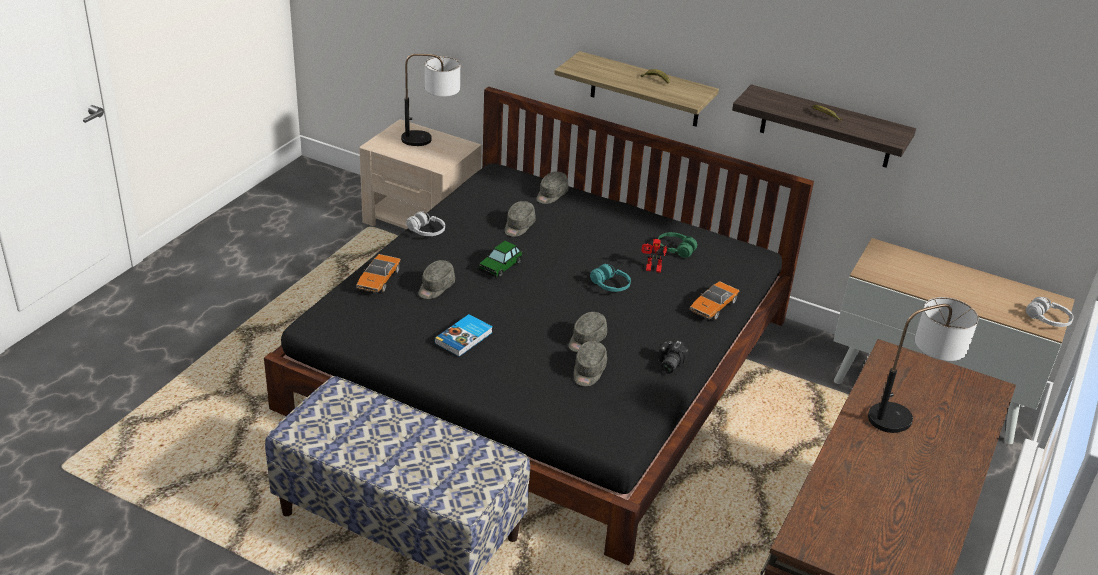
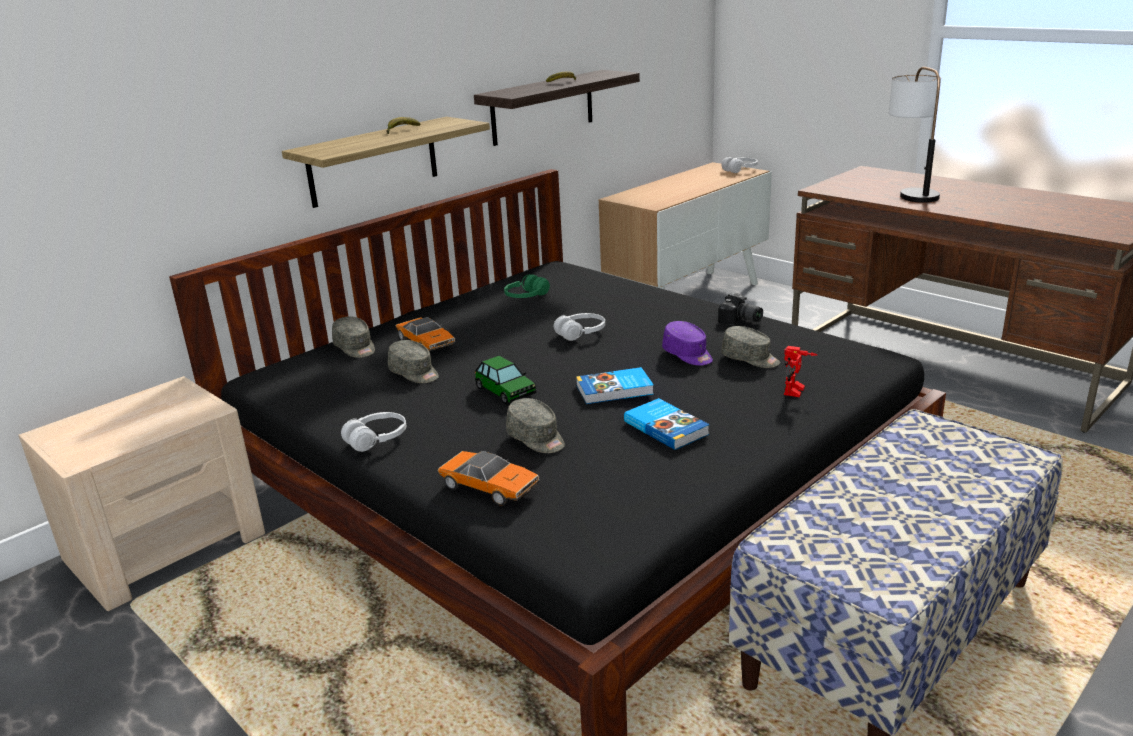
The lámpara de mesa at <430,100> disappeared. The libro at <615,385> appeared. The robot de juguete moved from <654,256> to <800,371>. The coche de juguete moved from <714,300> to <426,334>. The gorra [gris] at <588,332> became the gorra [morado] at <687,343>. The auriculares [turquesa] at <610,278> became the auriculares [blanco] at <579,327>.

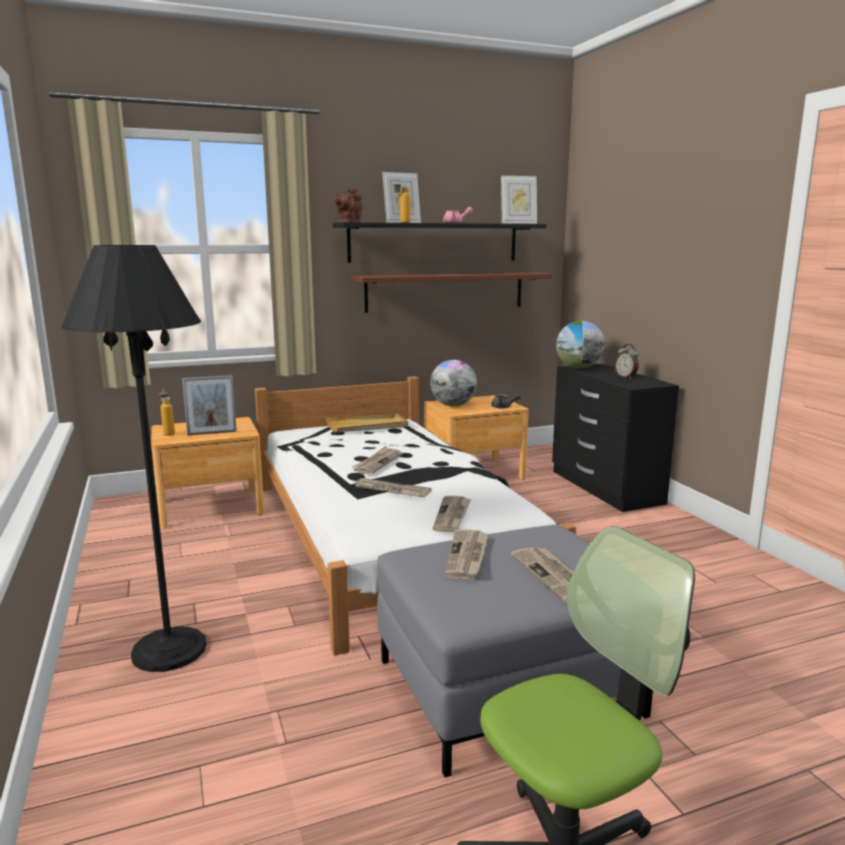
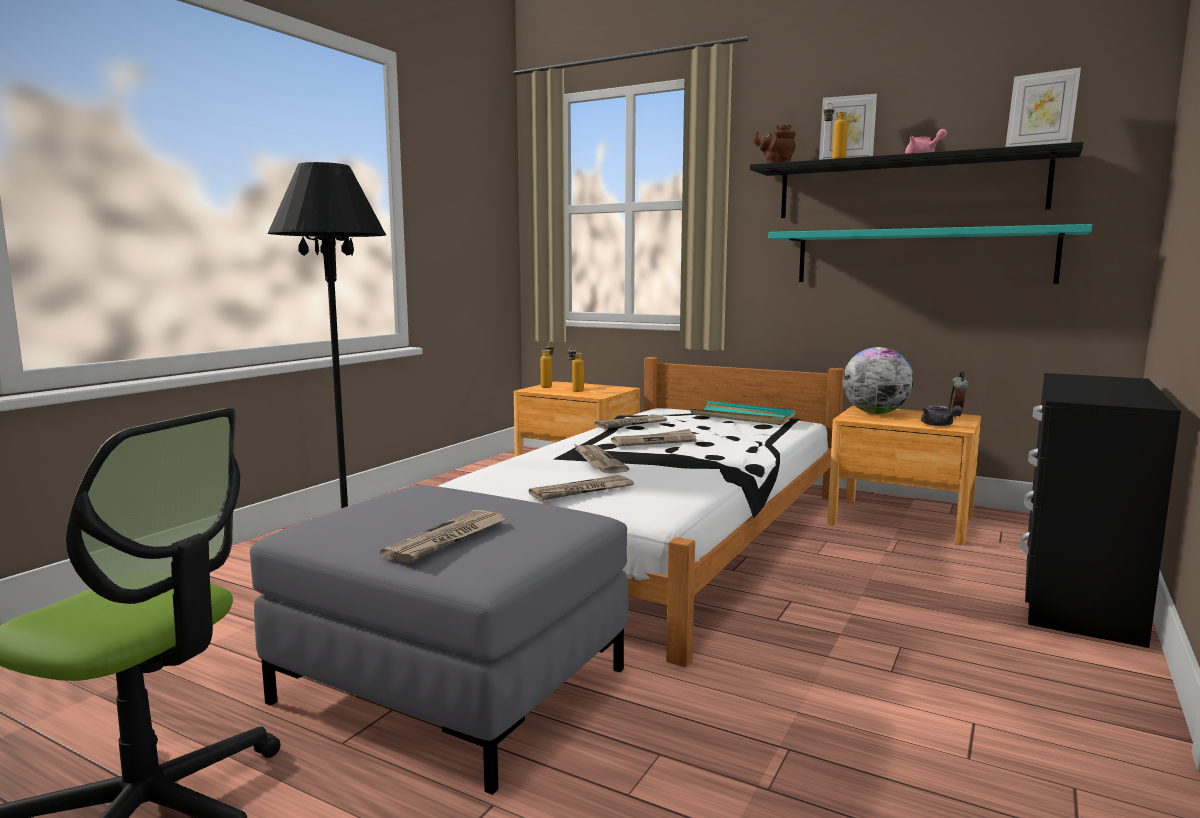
The globo terráqueo at <580,345> disappeared. The periódico moved from <467,554> to <630,422>. The despertador moved from <626,361> to <959,394>. The portarretratos at <209,405> was replaced by the botella at <576,368>. The bandeja [beis] at <367,422> became the bandeja [turquesa] at <742,413>. The estante [marrón] at <451,292> became the estante [turquesa] at <930,254>.

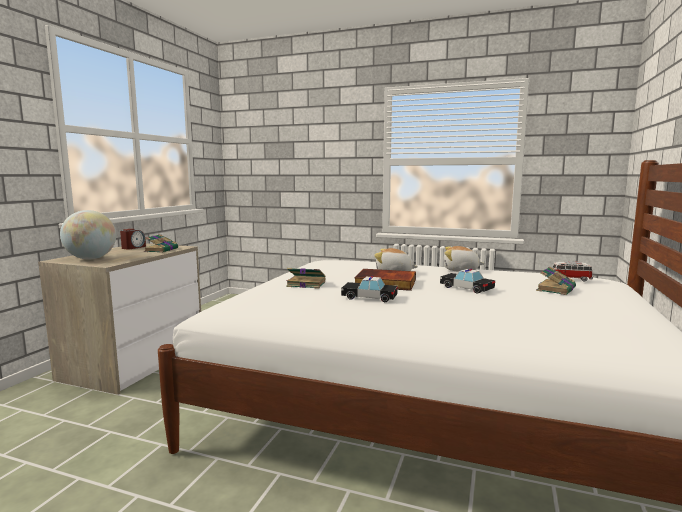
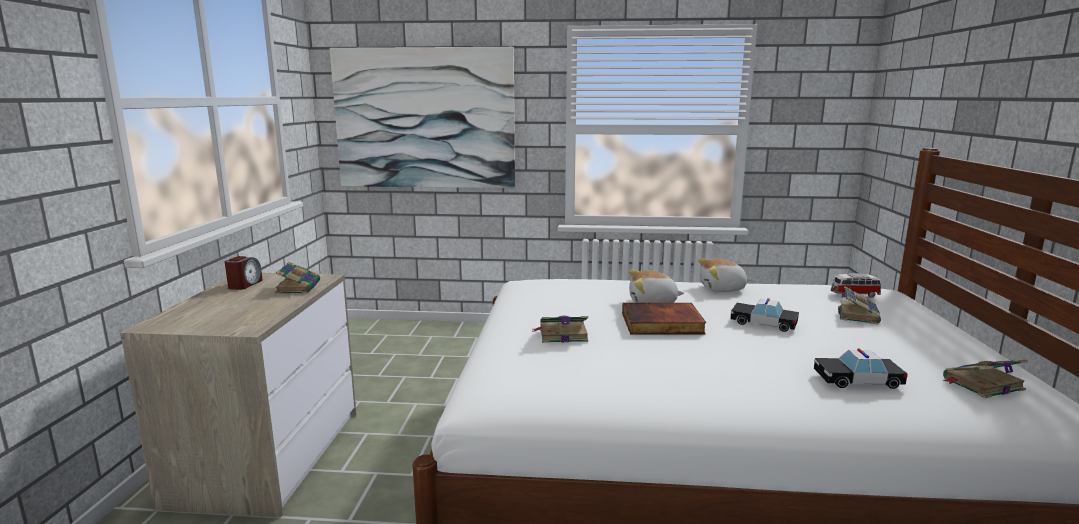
The globo terráqueo at <88,234> disappeared. The cuadro at <422,117> appeared. The libro at <985,379> appeared. The coche de juguete moved from <369,289> to <861,368>.

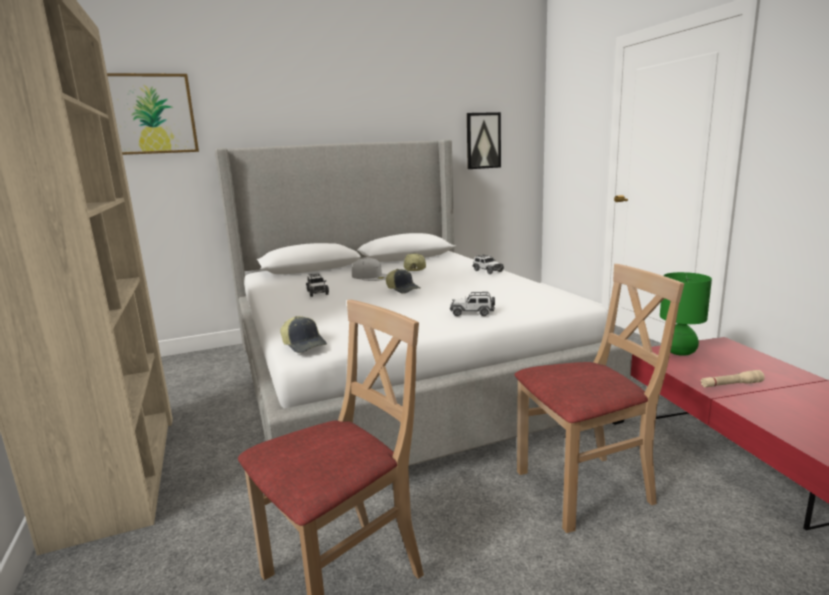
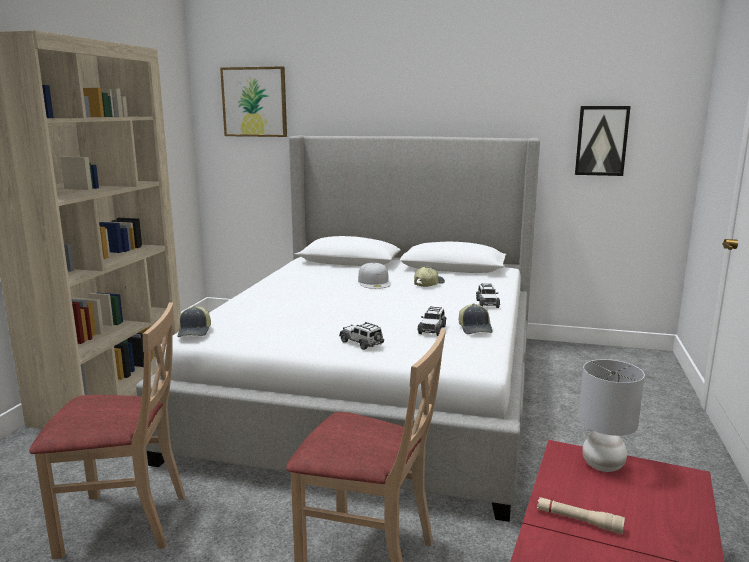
The coche de juguete moved from <317,285> to <431,321>. The gorra moved from <403,281> to <476,318>. The lámpara de mesa [verde] at <686,314> became the lámpara de mesa [gris] at <611,415>.

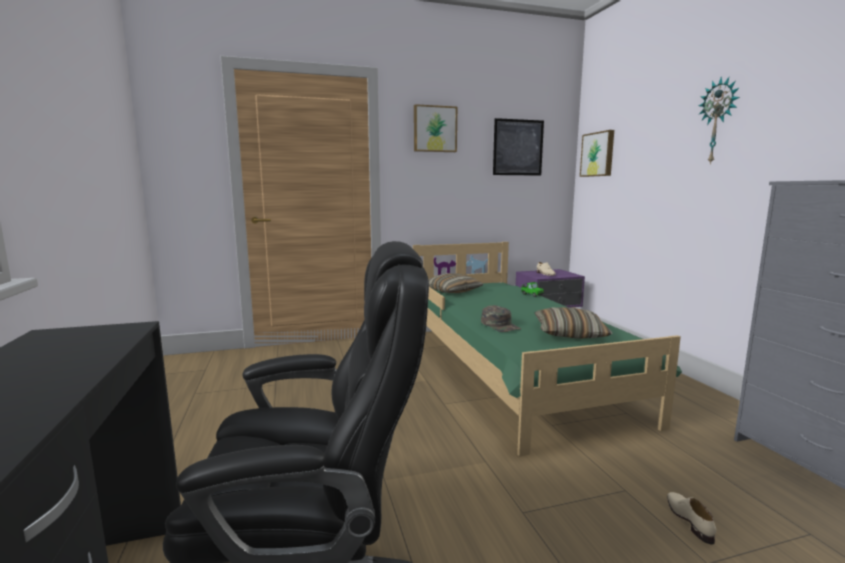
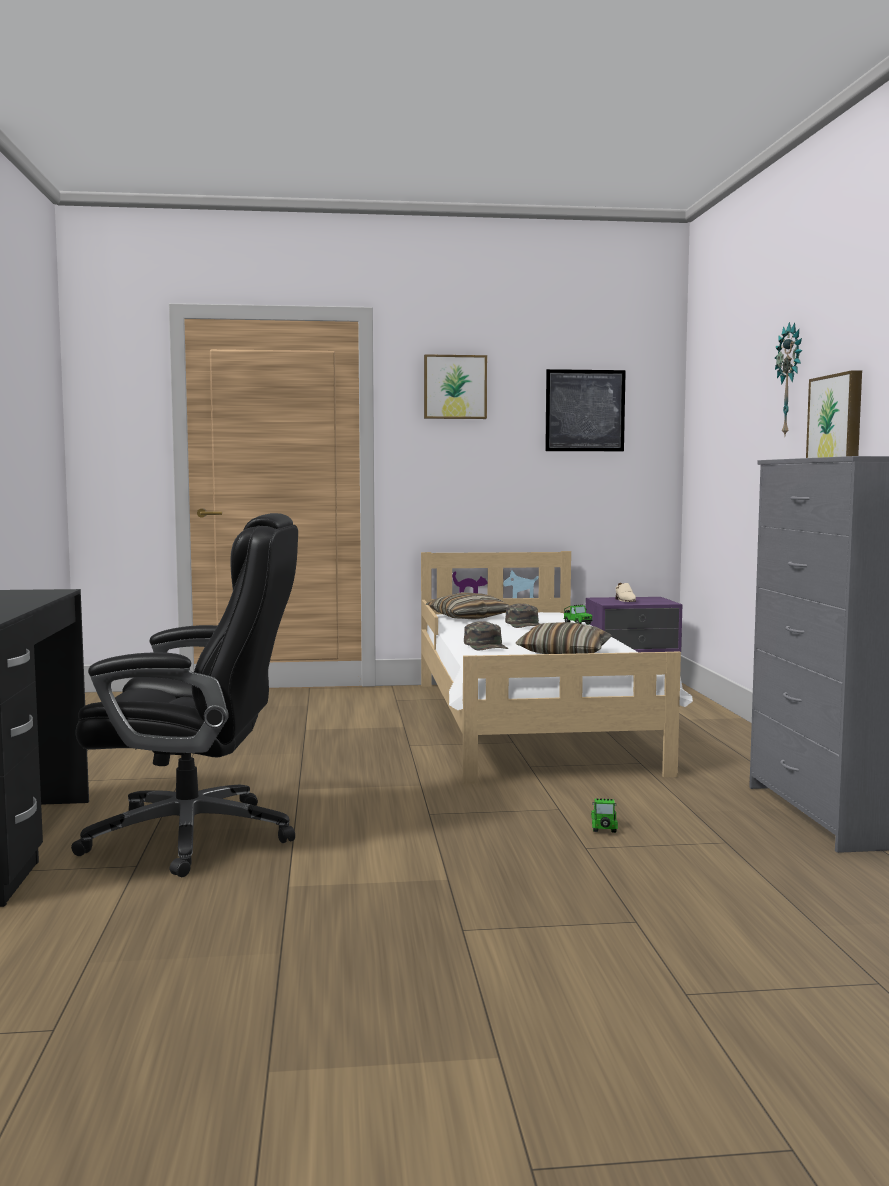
The gorra [verde] at <522,615> appeared. The cuadro moved from <597,153> to <834,414>. The zapato [beis] at <691,518> was replaced by the coche de juguete at <604,815>. The cama [verde] at <547,349> became the cama [blanco] at <557,667>.

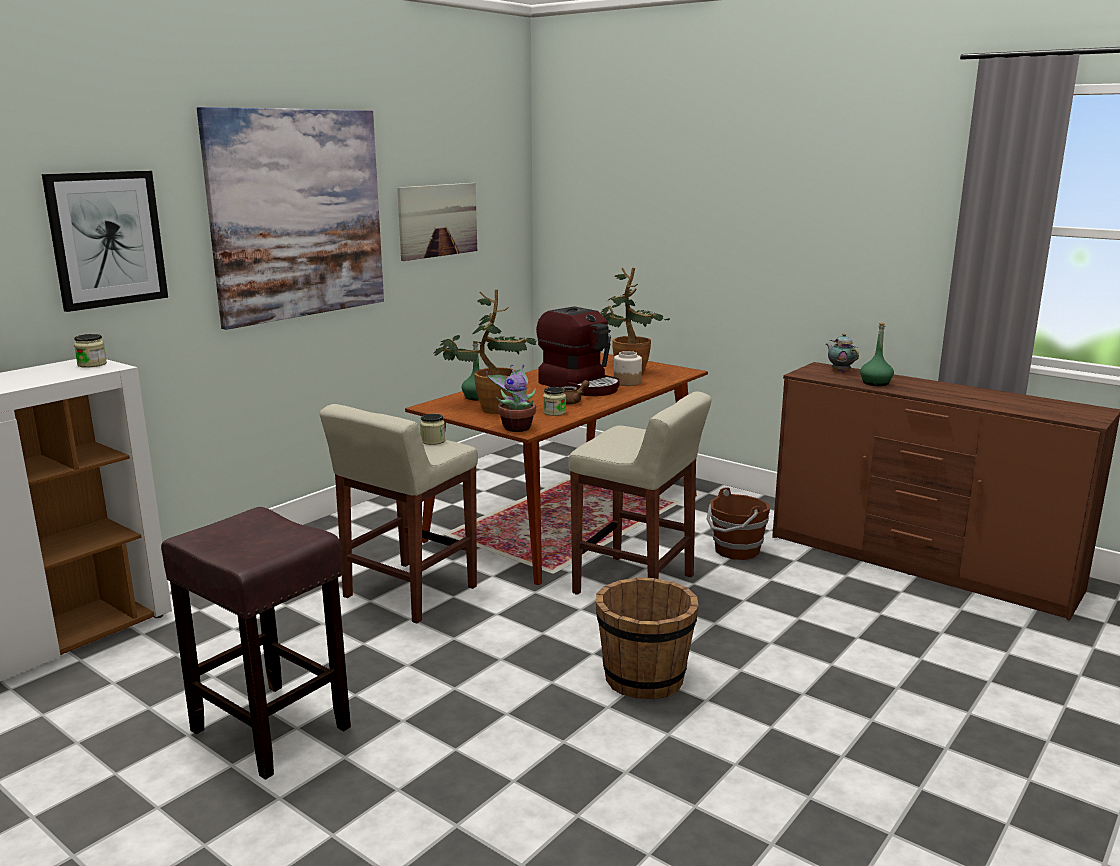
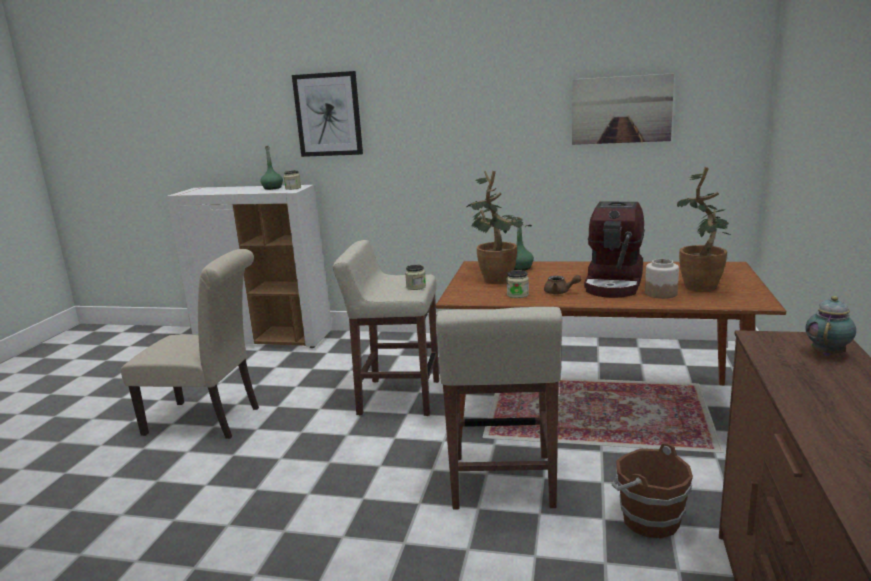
The cuadro at <290,218> disappeared. The planta en maceta at <511,398> disappeared. The cubo [marrón] at <647,638> disappeared. The botella [verde] moved from <877,354> to <271,168>. The taburete [marrón] at <256,643> was replaced by the silla [beis] at <190,344>.

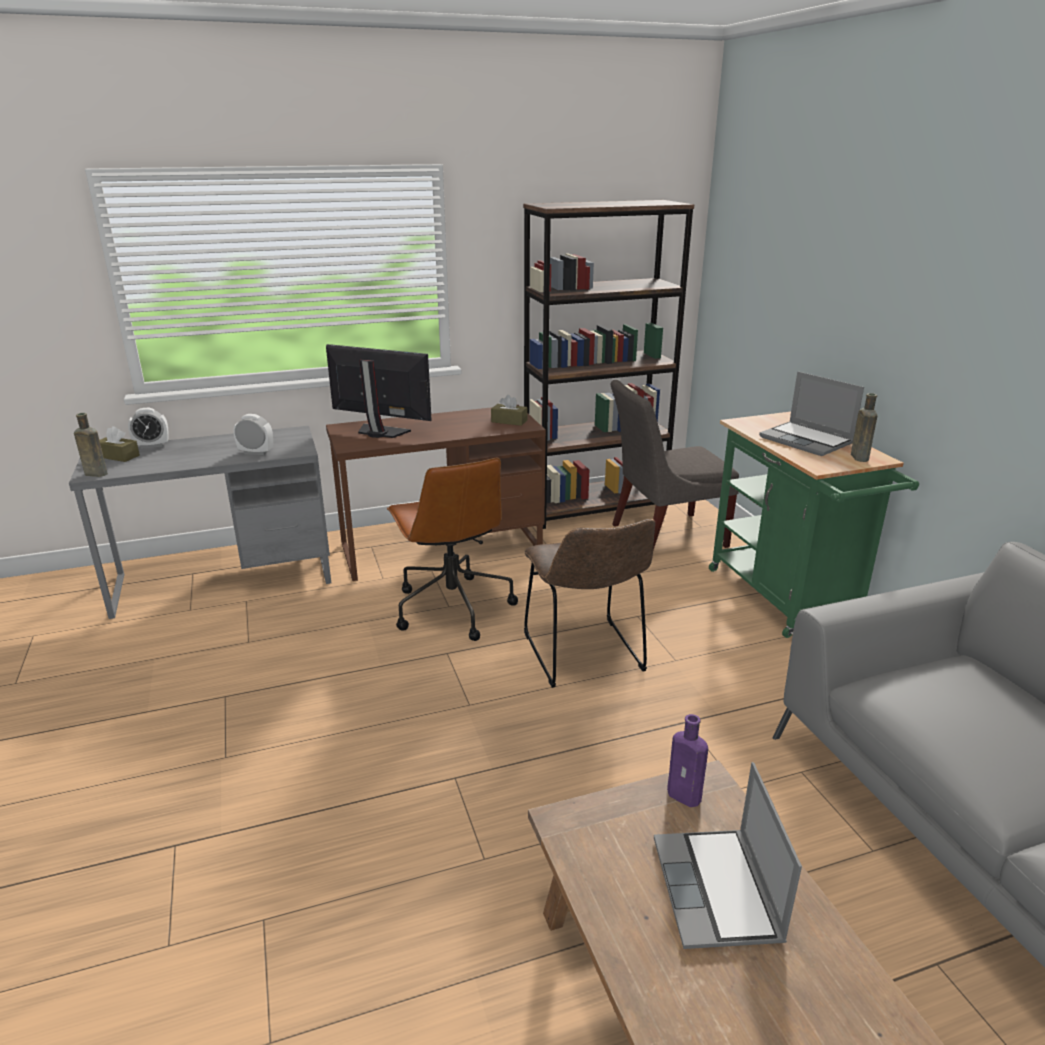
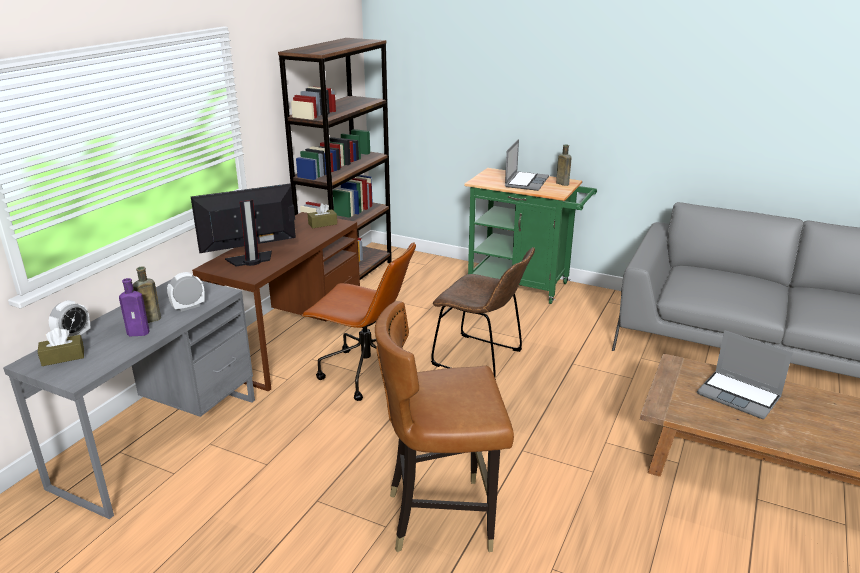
The silla [gris] at <675,465> disappeared. The silla [marrón] at <444,426> appeared. The botella [marrón] moved from <91,445> to <147,294>. The botella [morado] moved from <687,760> to <134,307>. The portátil at <811,413> turned 75 degrees counterclockwise.

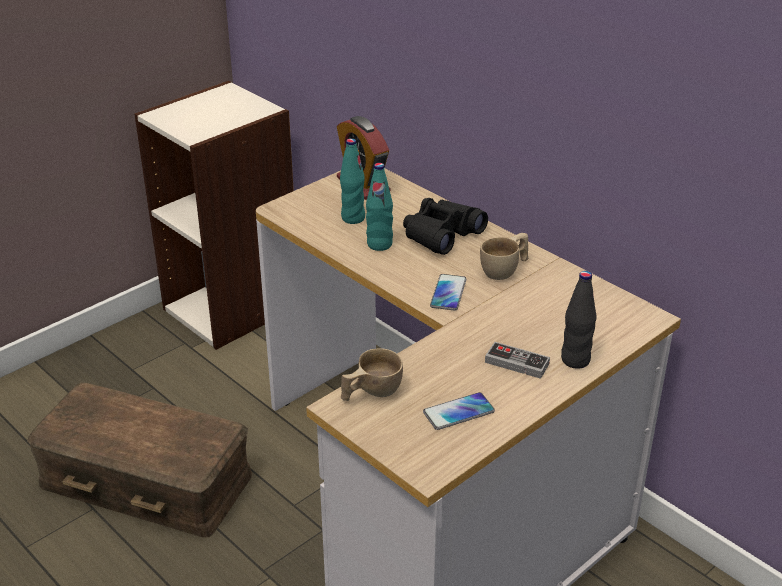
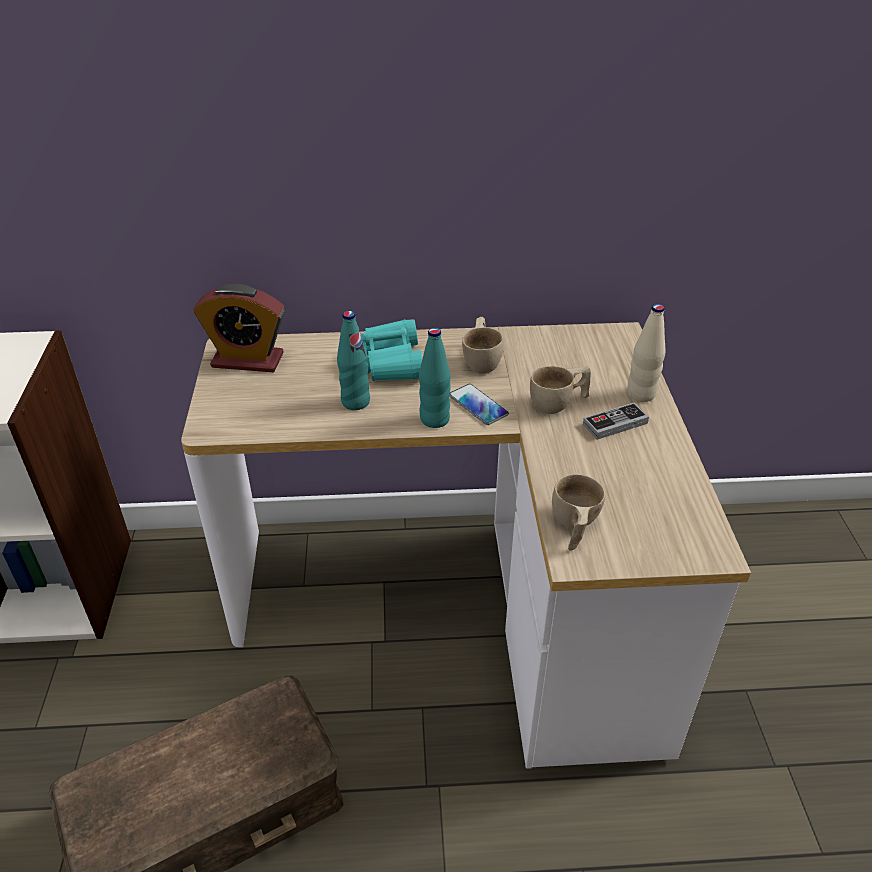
The móvil at <459,411> disappeared. The taza [beis] at <560,390> appeared. The botella [turquesa] moved from <352,181> to <435,378>. The prismáticos [negro] at <445,226> became the prismáticos [turquesa] at <391,350>. The botella [negro] at <579,320> became the botella [beis] at <646,353>.

